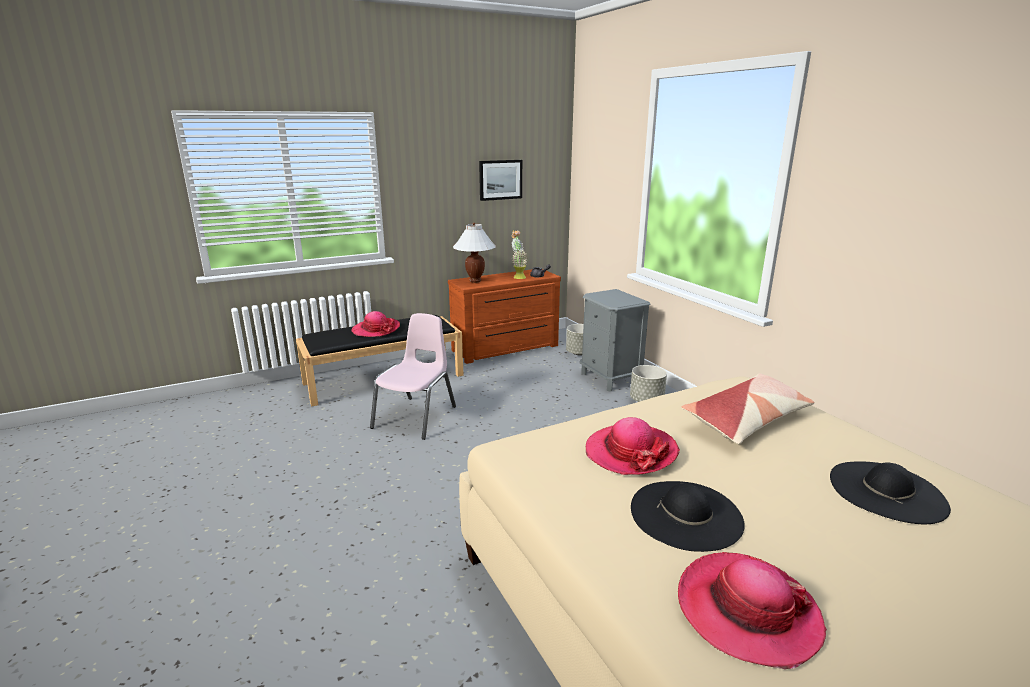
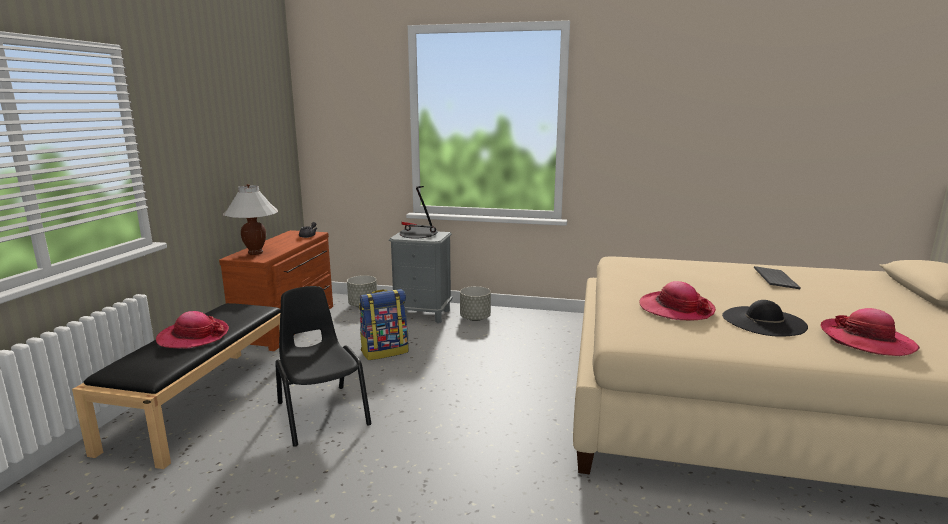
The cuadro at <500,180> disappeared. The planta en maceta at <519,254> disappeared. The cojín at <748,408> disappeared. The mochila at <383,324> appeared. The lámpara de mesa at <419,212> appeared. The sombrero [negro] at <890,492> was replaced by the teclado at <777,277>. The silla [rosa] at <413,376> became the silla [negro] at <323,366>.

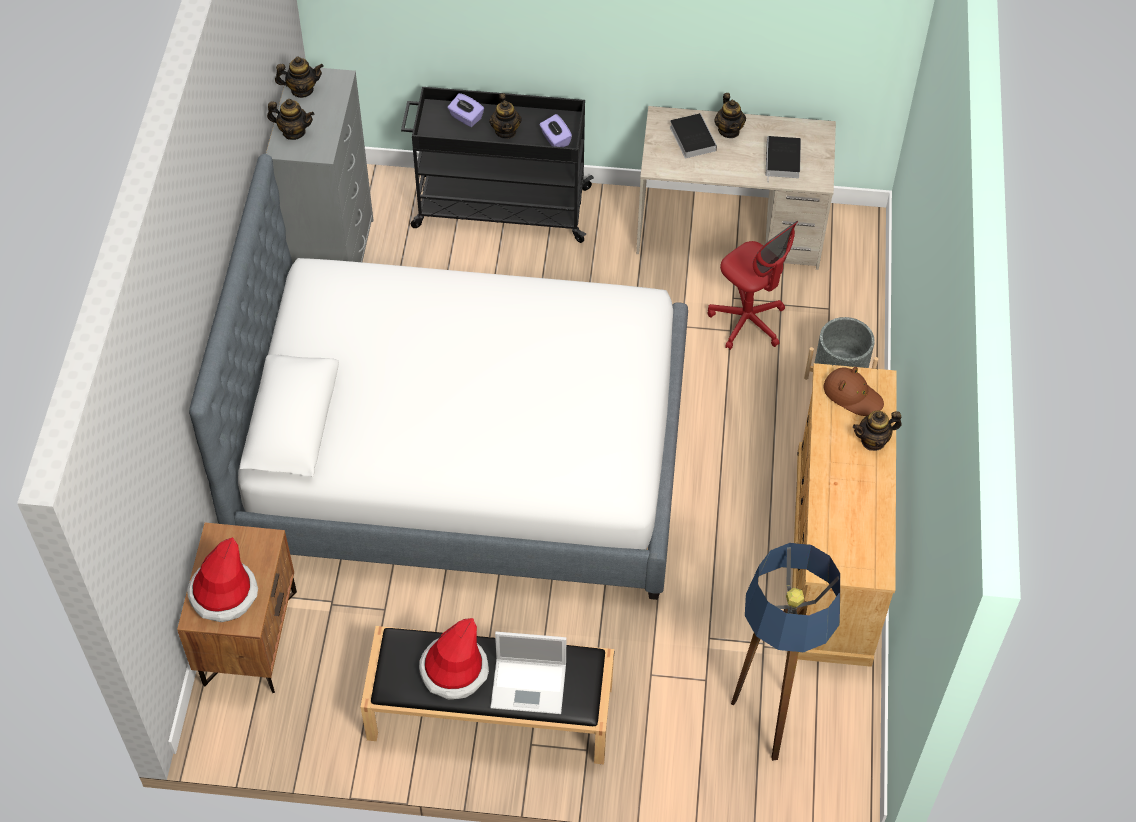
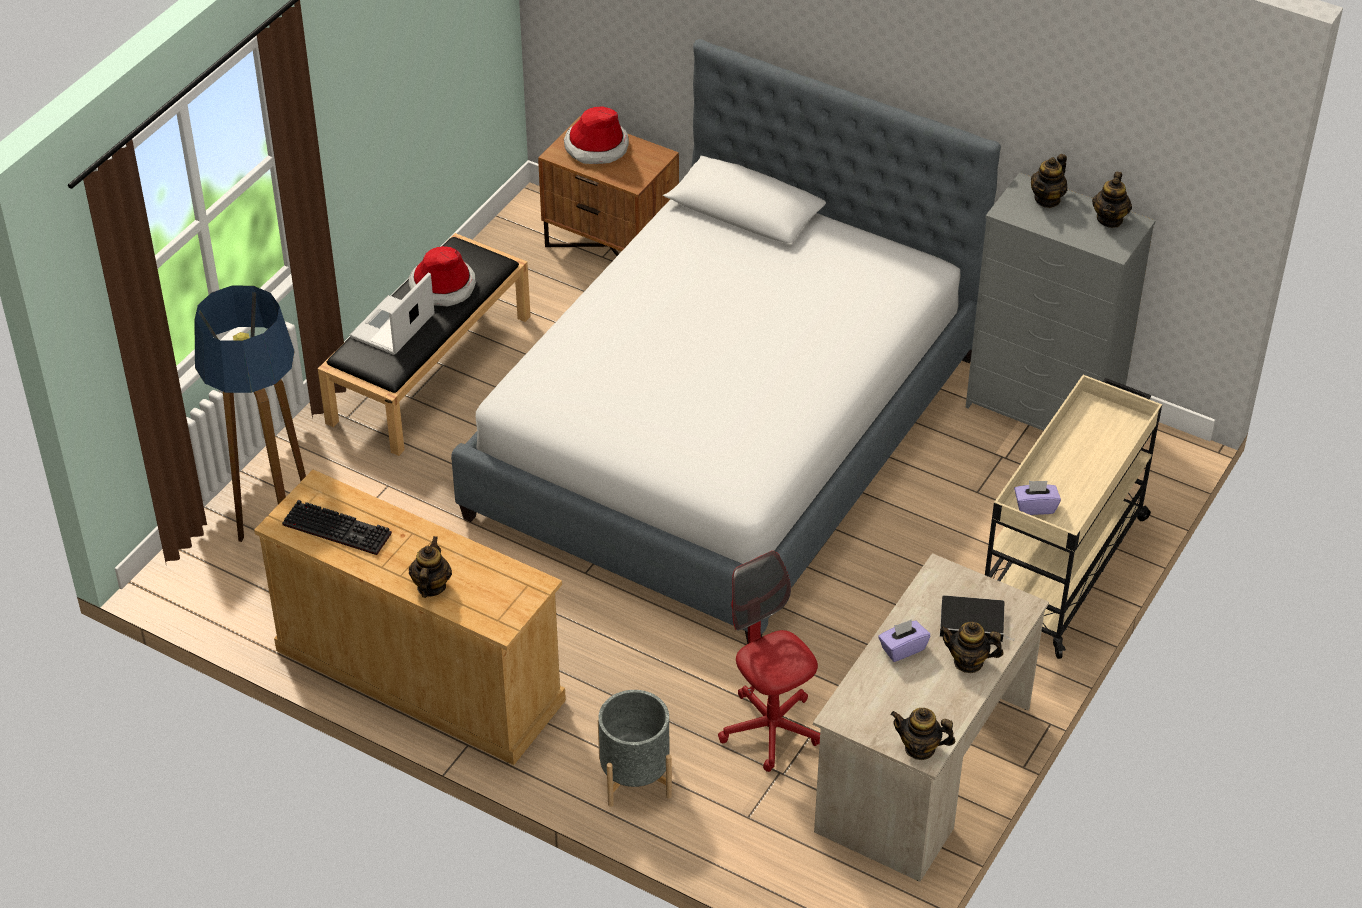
The libro at <783,159> disappeared. The sombrero [marrón] at <854,391> disappeared. The teclado at <337,527> appeared. The caja de pañuelos [morado] moved from <466,110> to <904,640>. The tetera moved from <505,116> to <923,734>. The carrito [negro] at <497,165> became the carrito [beis] at <1073,517>. The silla de oficina [rojo] at <752,285> turned 75 degrees clockwise.

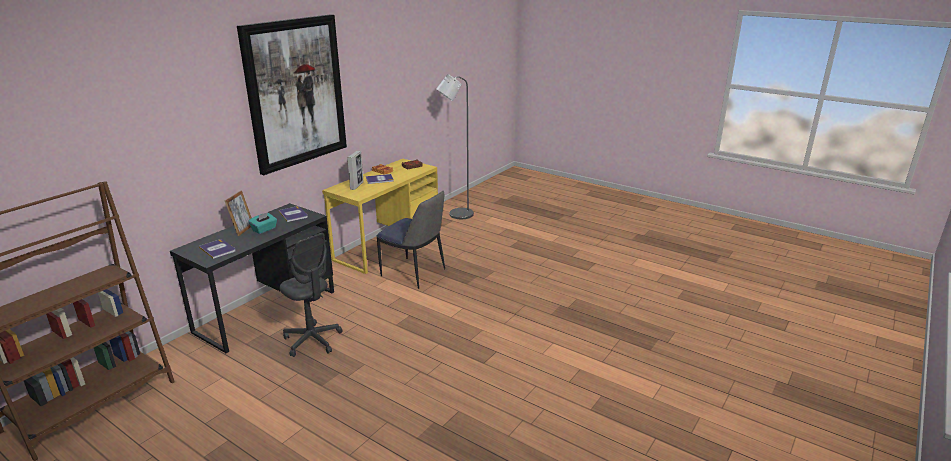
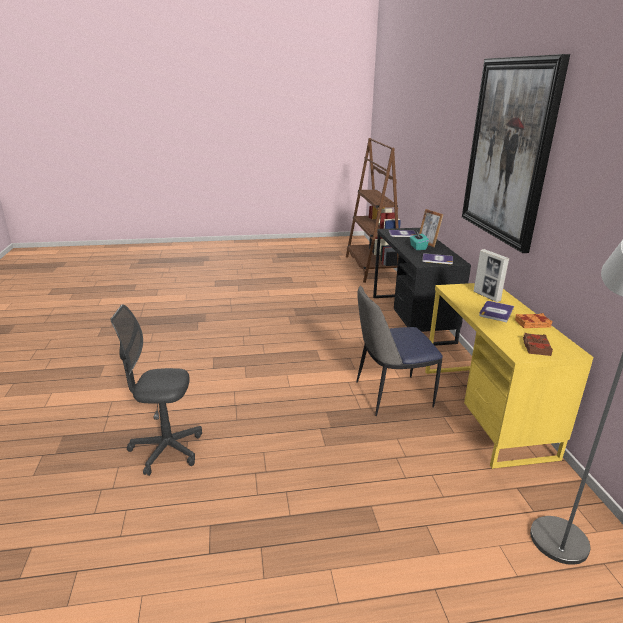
The silla de oficina [gris] moved from <311,295> to <156,390>.

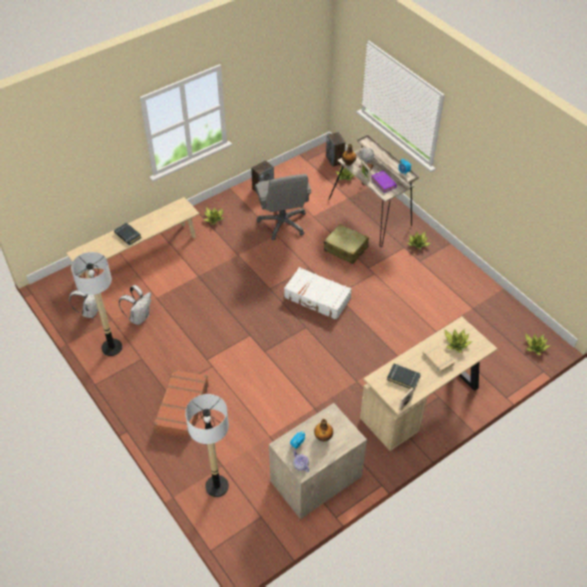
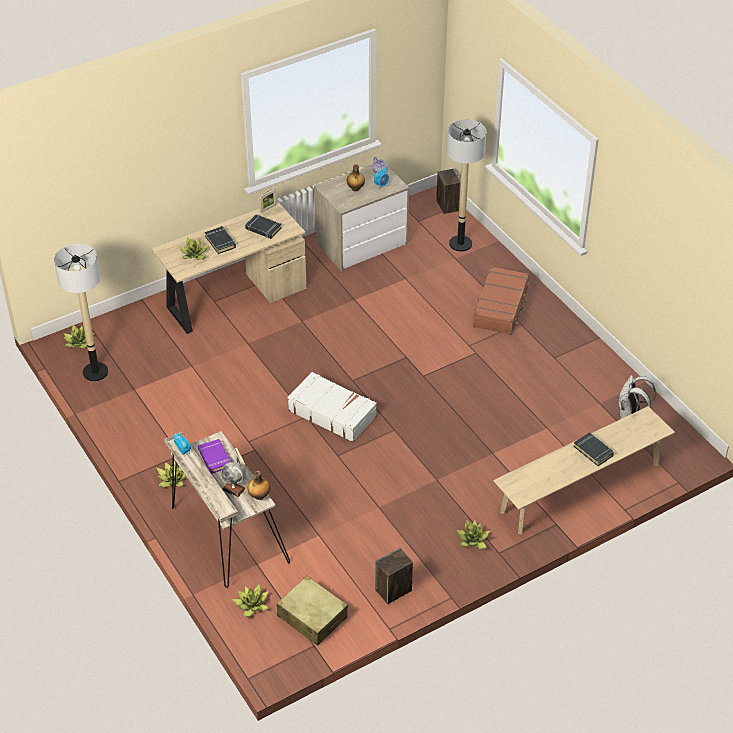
The mochila [blanco] at <135,305> disappeared. The silla de oficina [gris] at <283,207> disappeared. The lámpara de pie moved from <96,304> to <81,312>. The maleta [beis] moved from <346,244> to <312,611>. The altavoz moved from <336,149> to <448,191>. The libro [beis] at <439,358> became the libro [negro] at <220,240>.

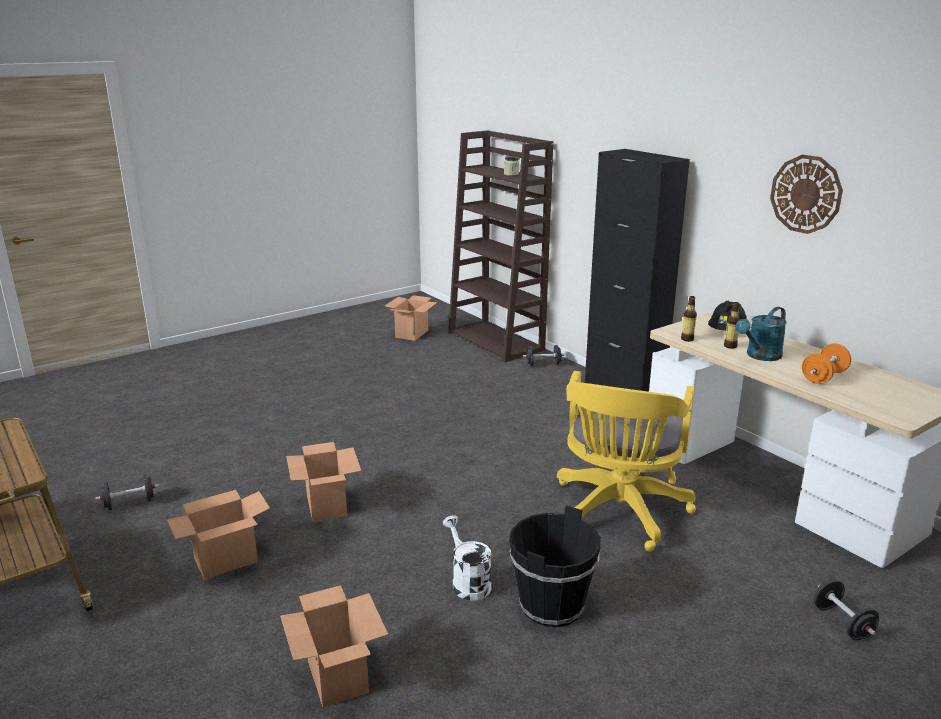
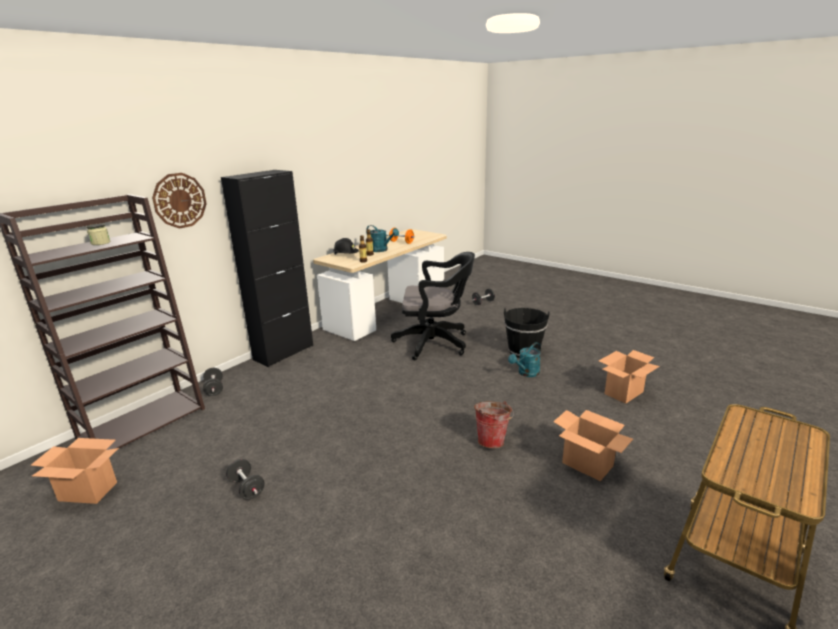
The mancuerna [negro] moved from <127,492> to <245,479>. The reloj de pared moved from <806,194> to <179,201>. The caja de cartón at <323,482> was replaced by the cubo at <494,424>. The regadera [blanco] at <467,558> became the regadera [turquesa] at <524,359>. The silla de oficina [amarillo] at <626,461> became the silla de oficina [negro] at <433,306>.

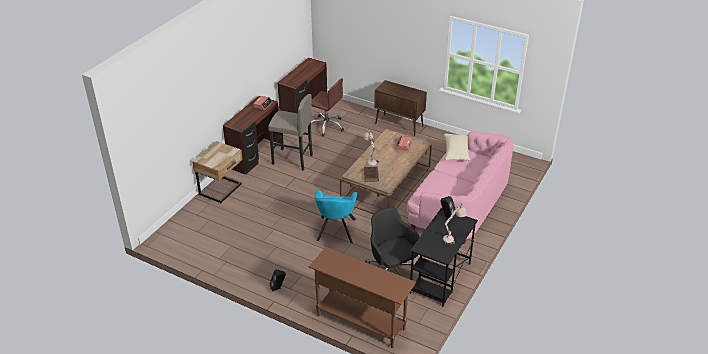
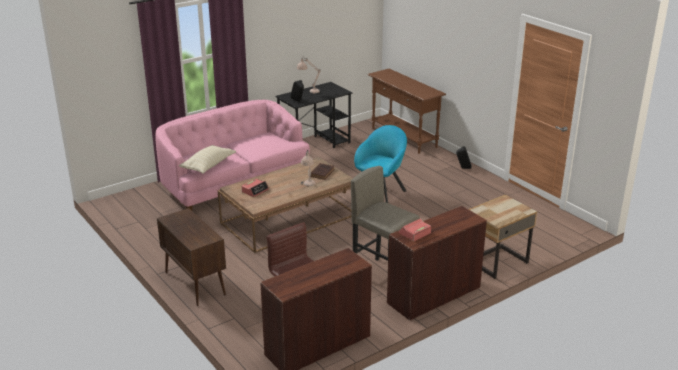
The silla de oficina [negro] at <392,242> disappeared.

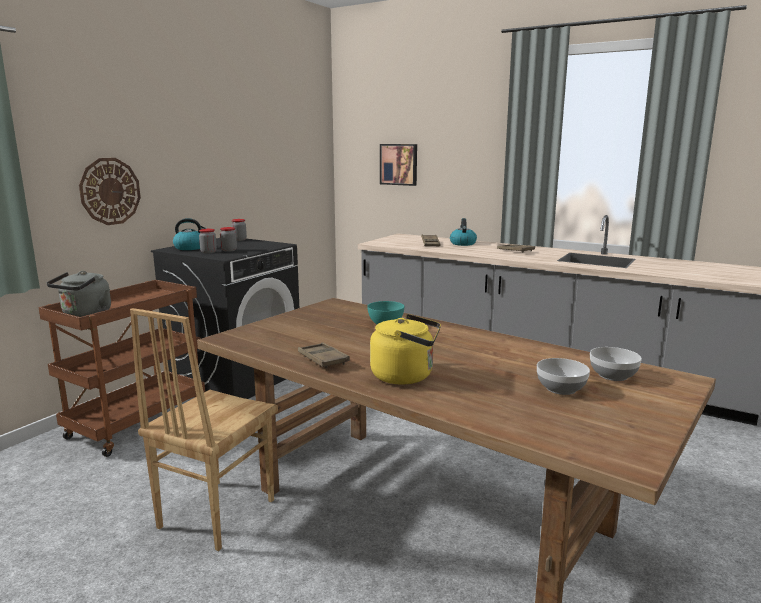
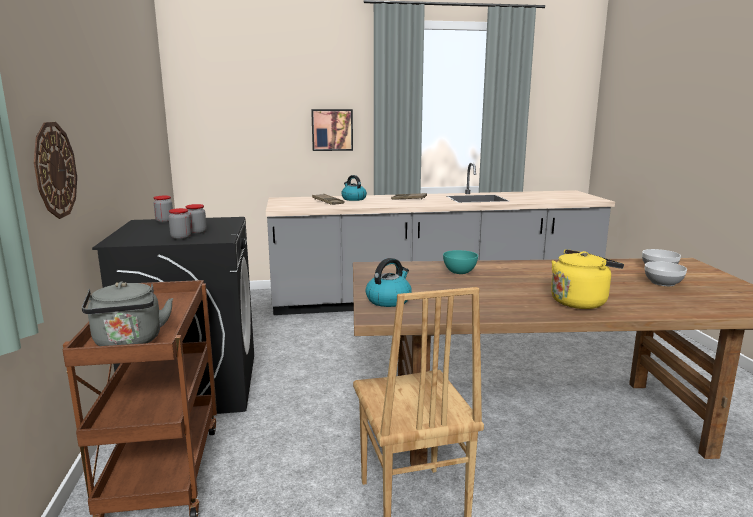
The bandeja [marrón] at <324,355> disappeared. The hervidor moved from <190,234> to <389,282>. The cuadro moved from <398,165> to <332,130>.

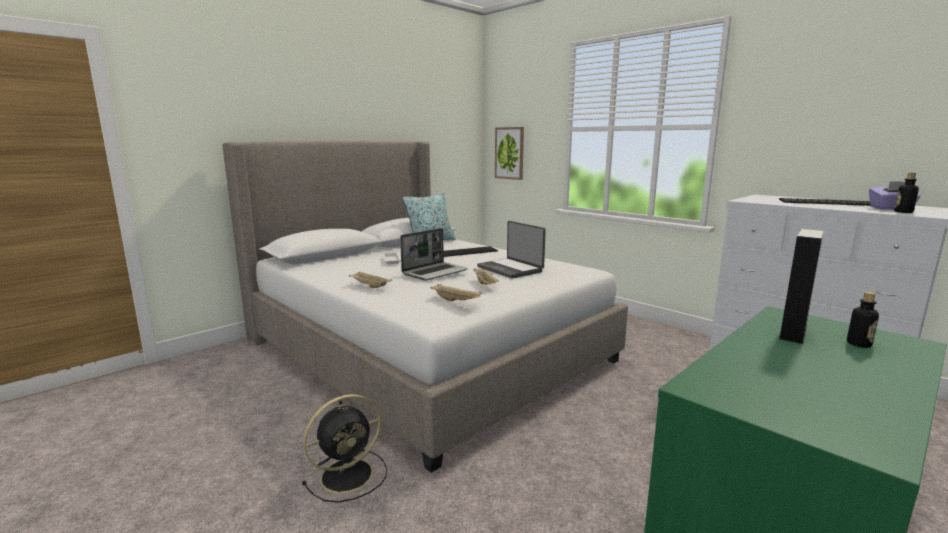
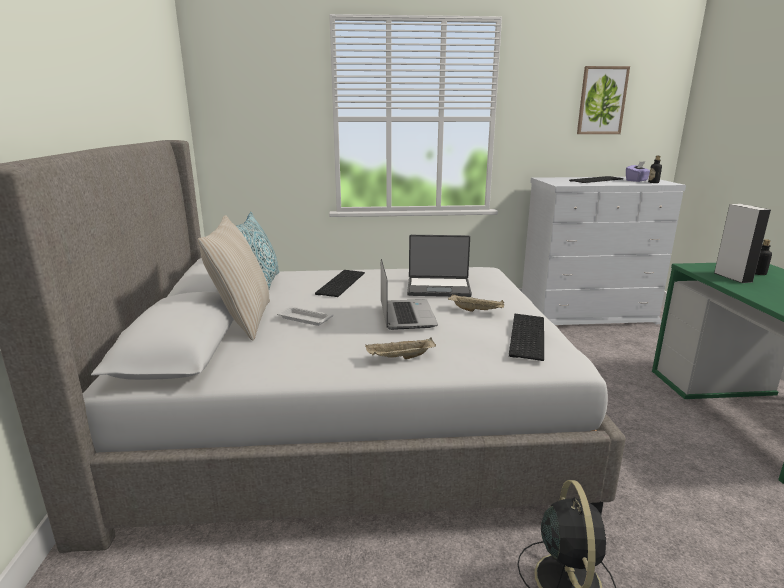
The cojín [beis] at <234,278> appeared. The cuadro moved from <509,153> to <603,100>. The bandeja [beis] at <456,293> was replaced by the teclado at <526,337>.

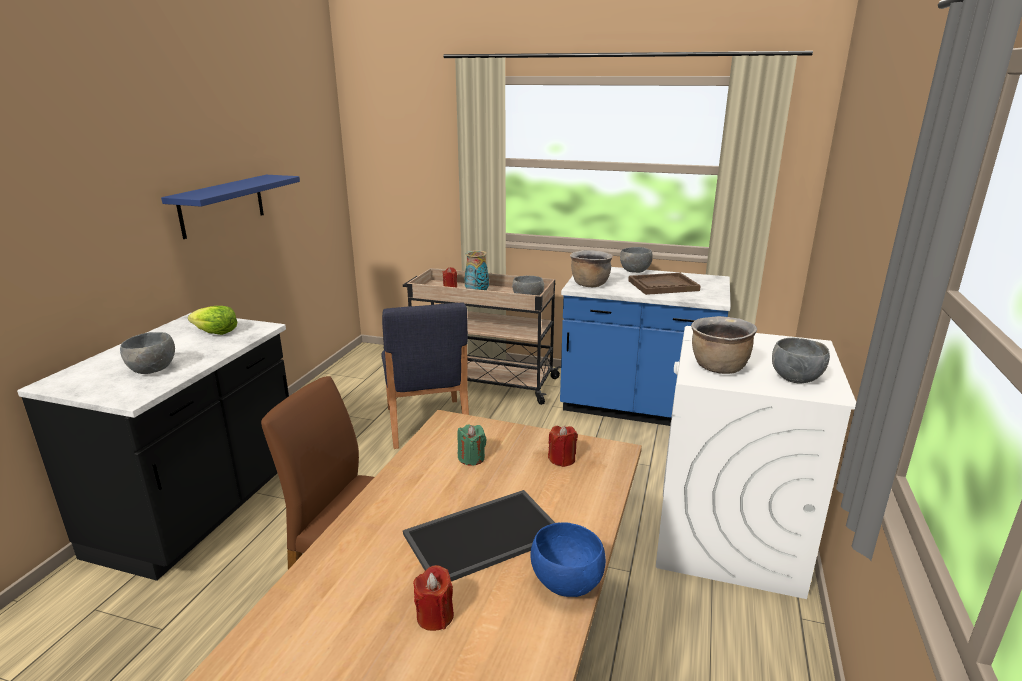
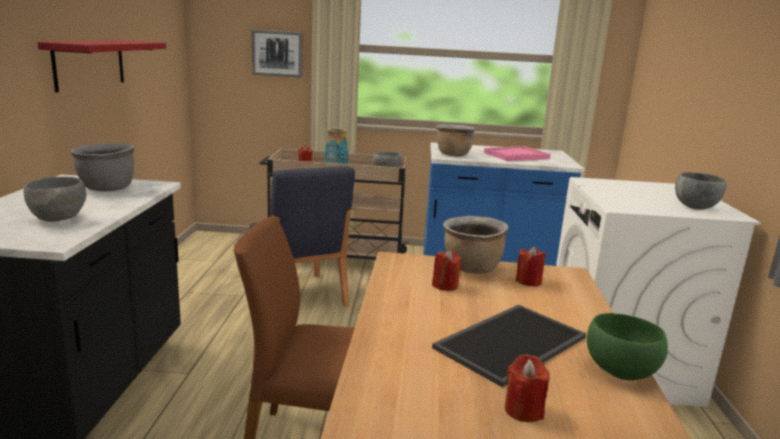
The cuenco [gris] at <636,260> disappeared. The cuadro at <277,53> appeared. The olla [marrón] moved from <724,345> to <476,245>. The lechuga at <212,320> was replaced by the olla [gris] at <102,167>. The estante [azul] at <230,207> became the estante [rojo] at <102,67>. The vela [verde] at <472,445> became the vela [rojo] at <447,270>. The cuenco [azul] at <568,559> became the cuenco [verde] at <627,346>. The bandeja [marrón] at <664,284> became the bandeja [rosa] at <517,153>.

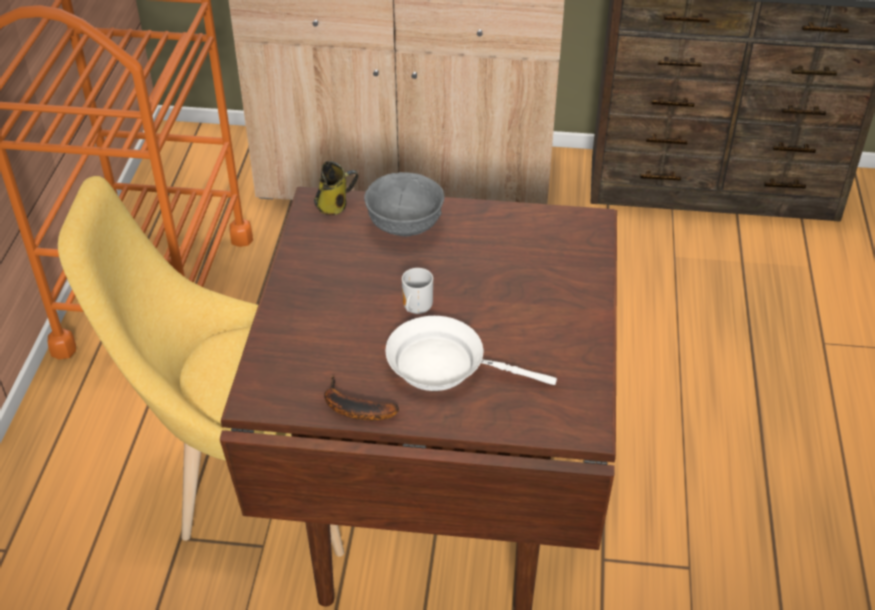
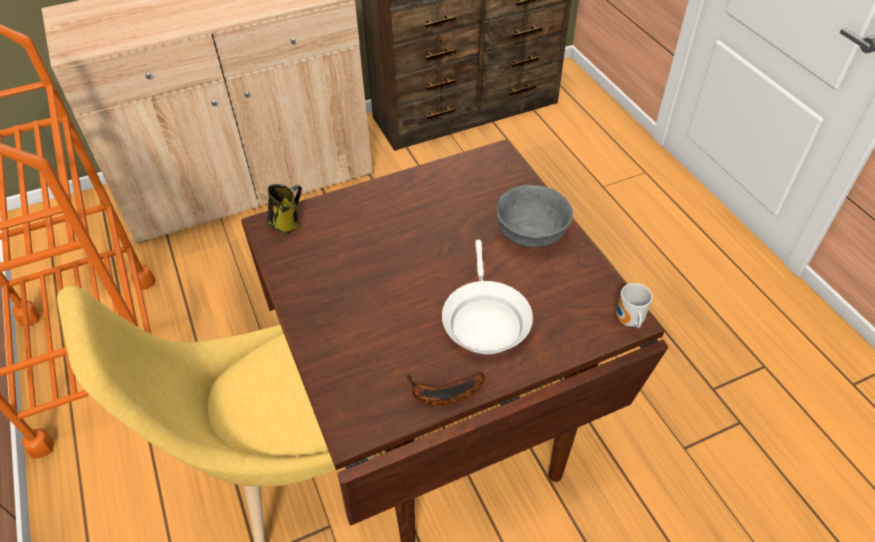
The cuenco [gris] moved from <404,204> to <535,216>. The taza grande moved from <417,291> to <634,305>. The sartén [blanco] at <471,353> turned 75 degrees counterclockwise.

